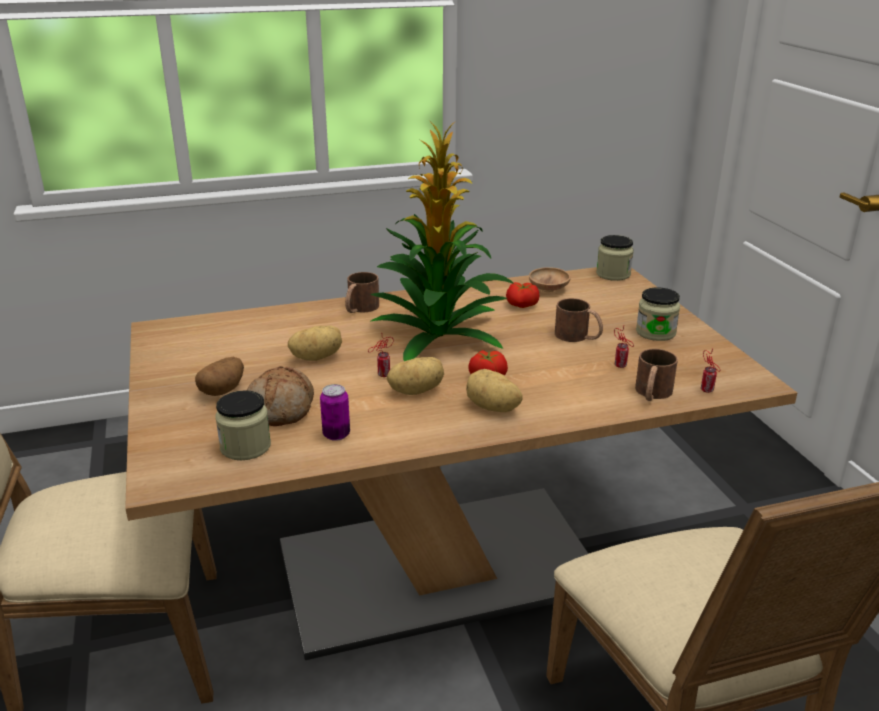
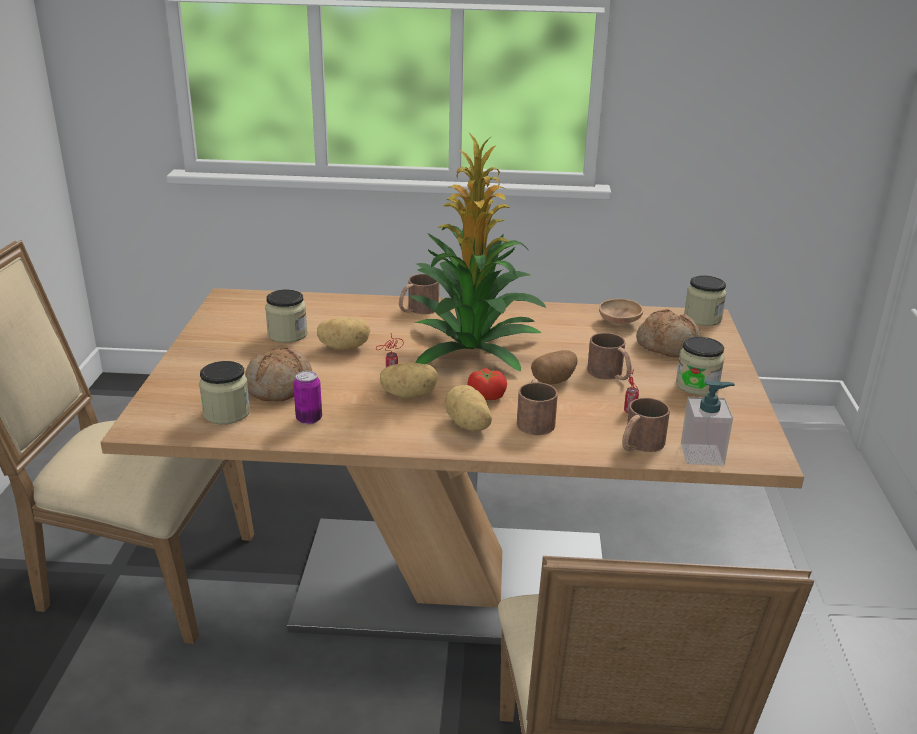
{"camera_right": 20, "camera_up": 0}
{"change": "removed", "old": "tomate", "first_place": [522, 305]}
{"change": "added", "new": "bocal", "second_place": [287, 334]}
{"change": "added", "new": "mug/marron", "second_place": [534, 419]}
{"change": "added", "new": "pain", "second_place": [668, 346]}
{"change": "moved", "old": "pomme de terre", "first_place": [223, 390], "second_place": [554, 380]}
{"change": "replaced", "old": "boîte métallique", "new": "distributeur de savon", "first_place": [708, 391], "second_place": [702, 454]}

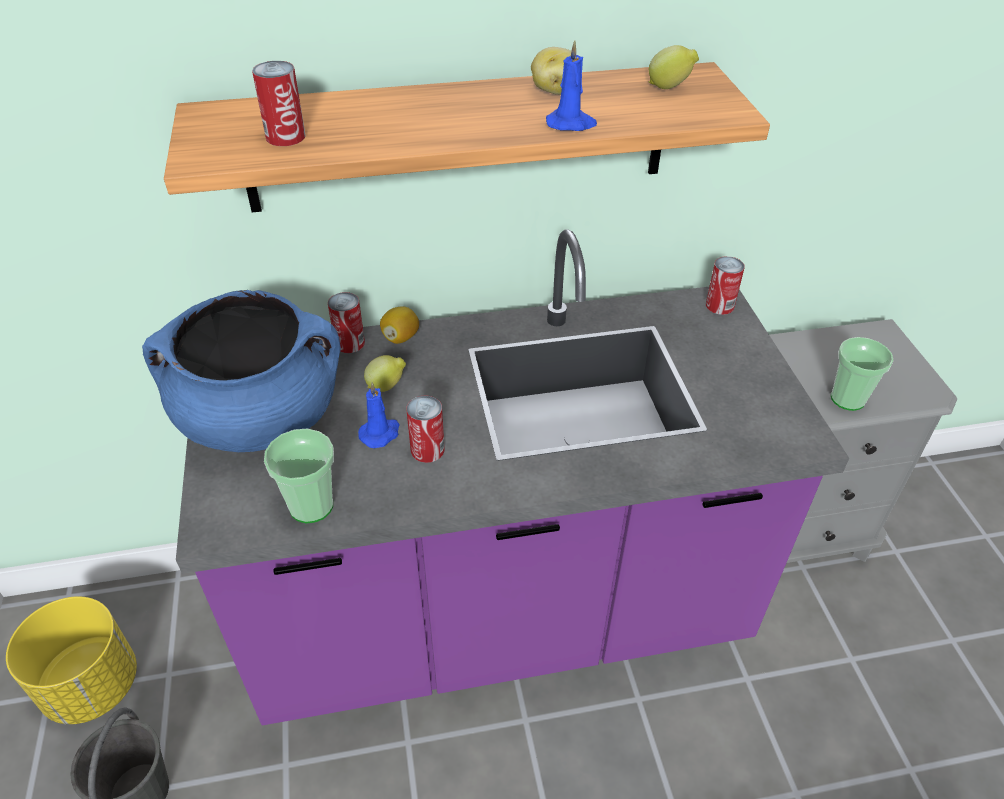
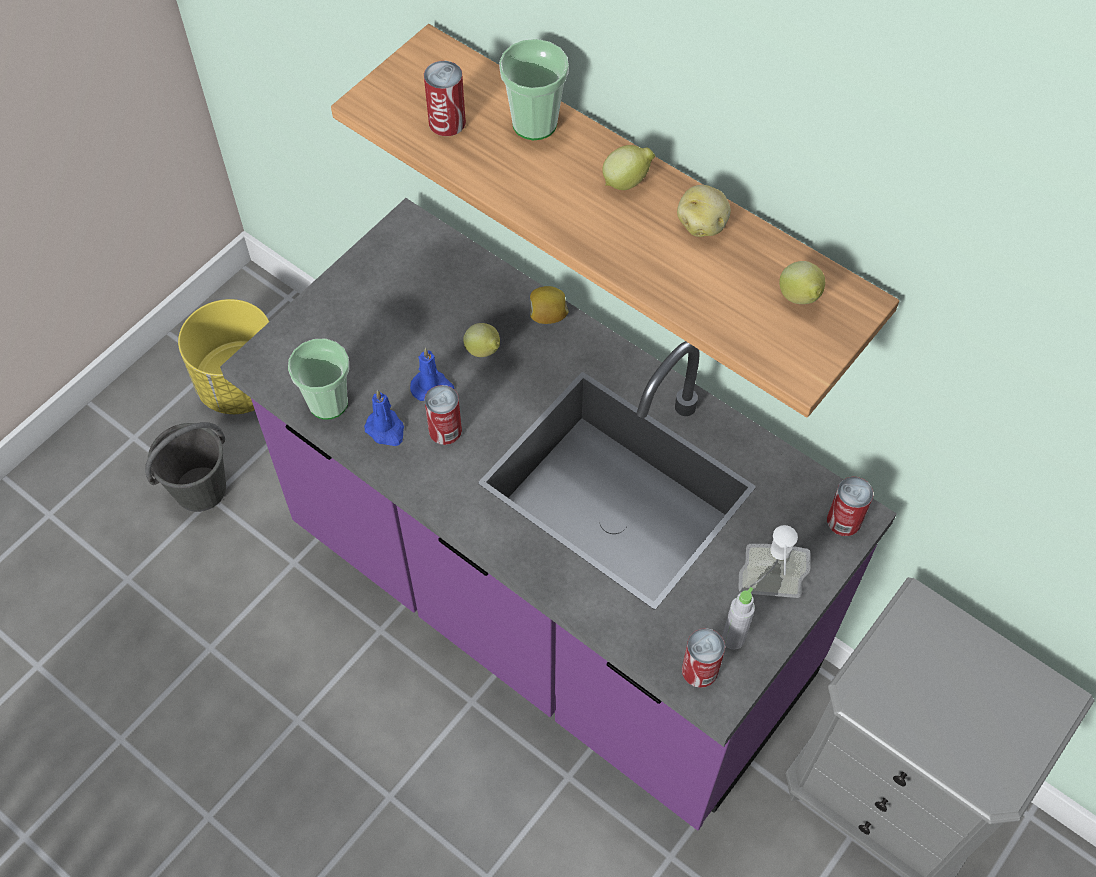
{"camera_right": 50, "camera_up": 15}
{"change": "removed", "old": "marmite/bleu", "first_place": [262, 417]}
{"change": "added", "new": "citron", "second_place": [627, 182]}
{"change": "added", "new": "bouteille/gris", "second_place": [733, 639]}
{"change": "added", "new": "distributeur de savon", "second_place": [769, 597]}
{"change": "moved", "old": "boîte métallique", "first_place": [349, 343], "second_place": [699, 670]}
{"change": "moved", "old": "bougie/bleu", "first_place": [571, 124], "second_place": [386, 430]}
{"change": "moved", "old": "tasse", "first_place": [847, 399], "second_place": [534, 123]}

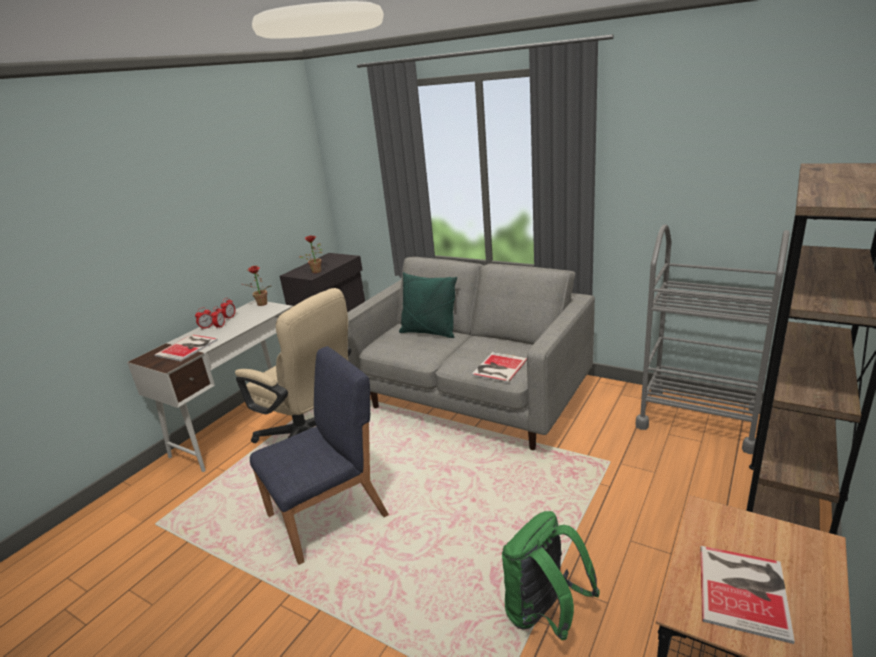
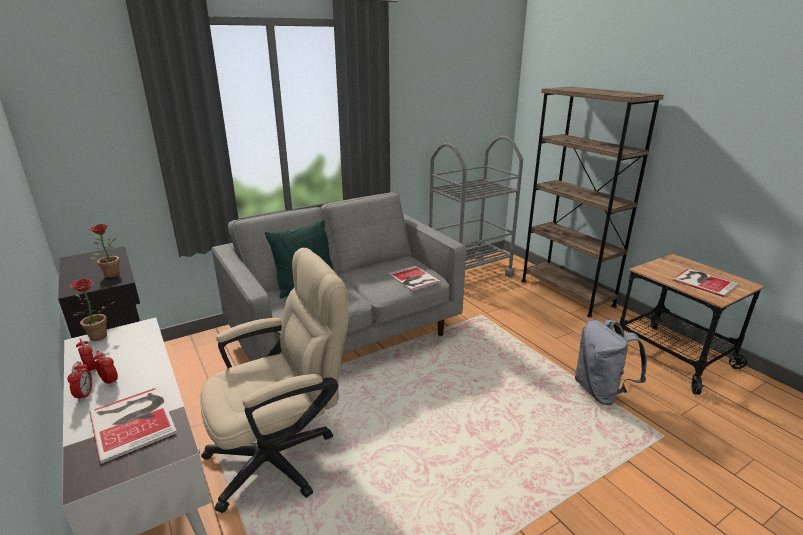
{"camera_right": -65, "camera_up": 0}
{"change": "removed", "old": "chaise/bleu", "first_place": [329, 515]}
{"change": "recoloured", "old": "sac à dos/vert", "new": "sac à dos/gris", "first_place": [544, 614], "second_place": [601, 391]}

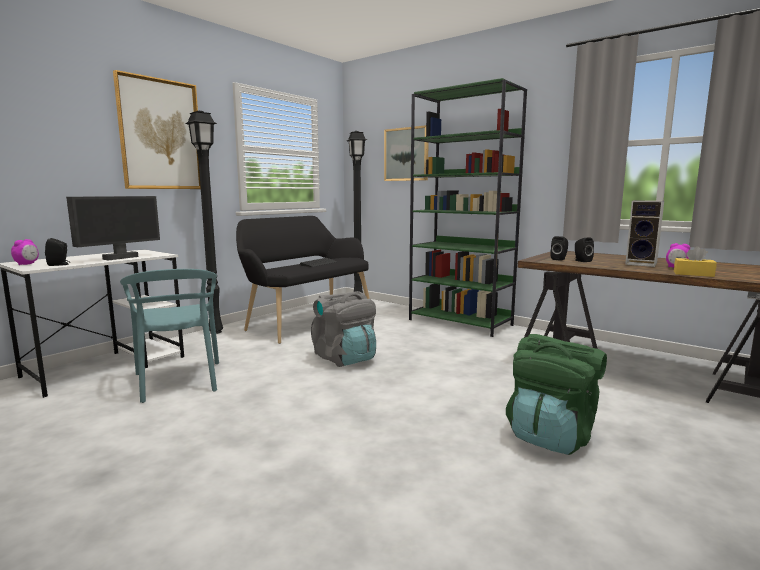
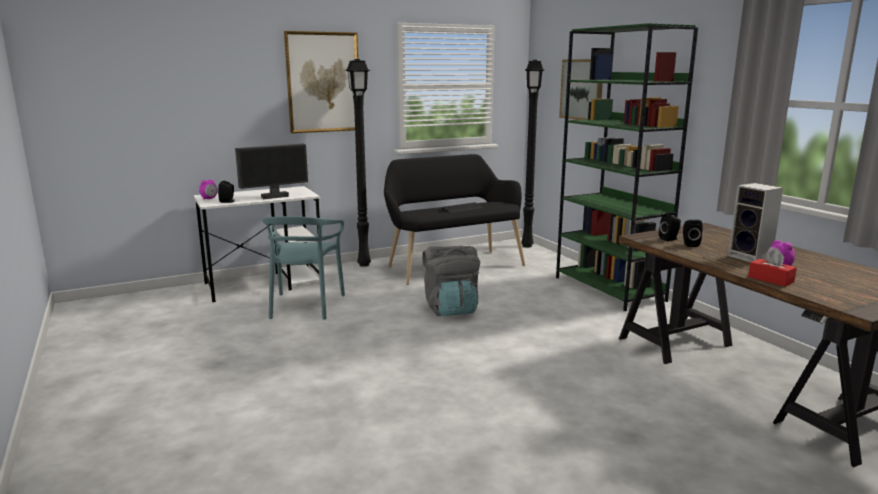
{"camera_right": 25, "camera_up": 5}
{"change": "removed", "old": "sac à dos/vert", "first_place": [551, 435]}
{"change": "recoloured", "old": "boîte à mouchoirs/jaune", "new": "boîte à mouchoirs/rouge", "first_place": [693, 274], "second_place": [770, 279]}

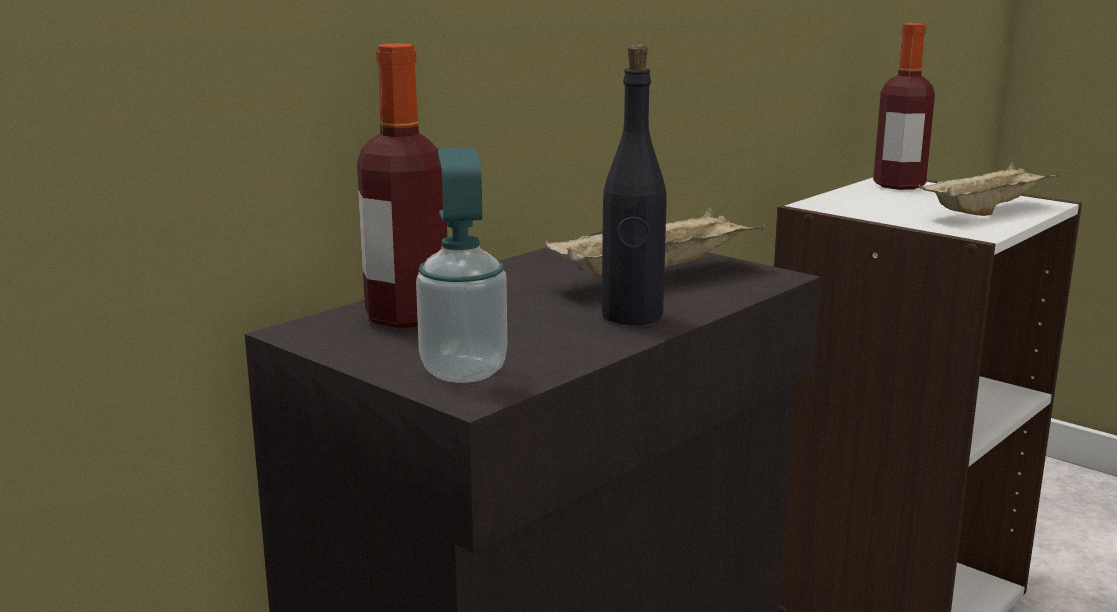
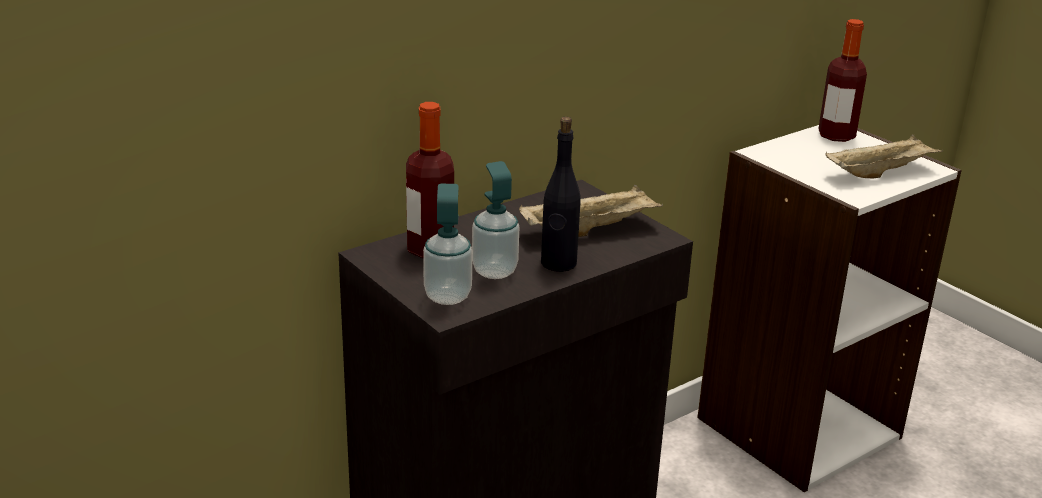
{"camera_right": 10, "camera_up": 10}
{"change": "added", "new": "distributeur de savon", "second_place": [494, 271]}

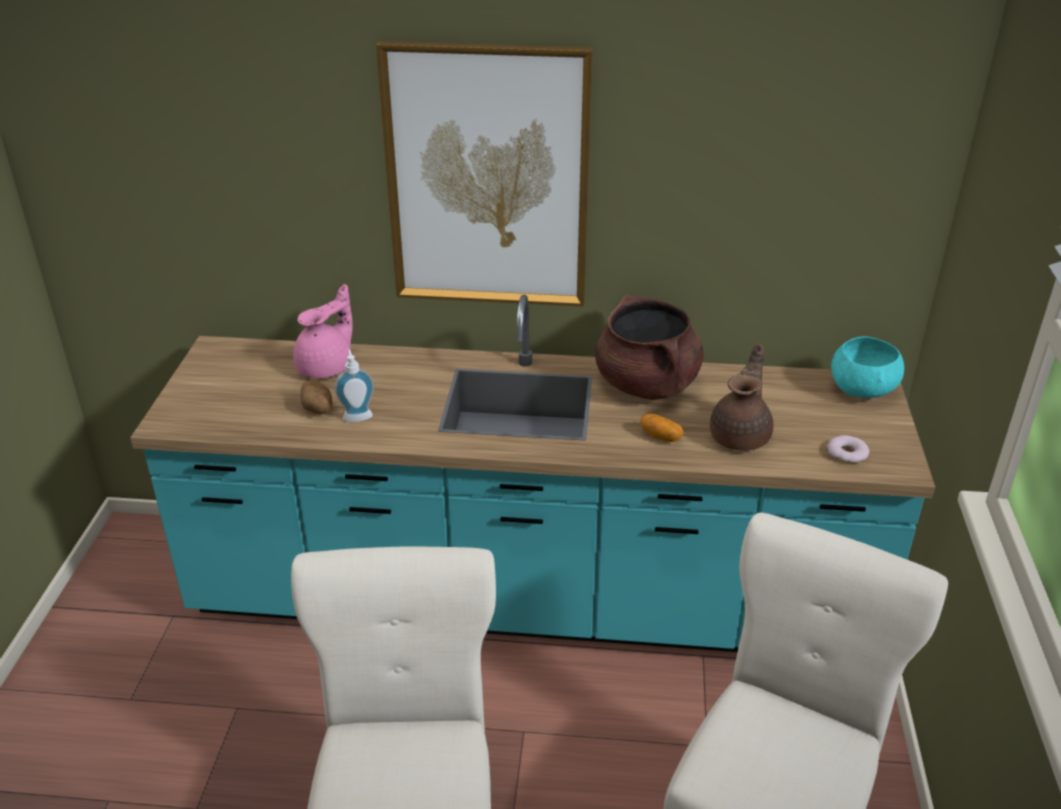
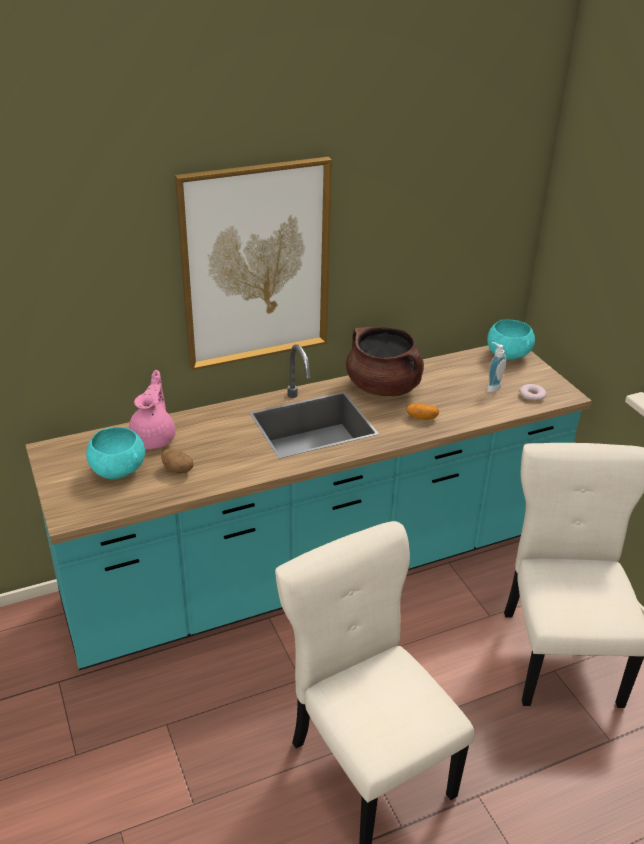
{"camera_right": -30, "camera_up": 0}
{"change": "removed", "old": "théière/marron", "first_place": [741, 436]}
{"change": "added", "new": "bol/turquoise", "second_place": [119, 471]}
{"change": "moved", "old": "distributeur de savon", "first_place": [357, 415], "second_place": [492, 387]}

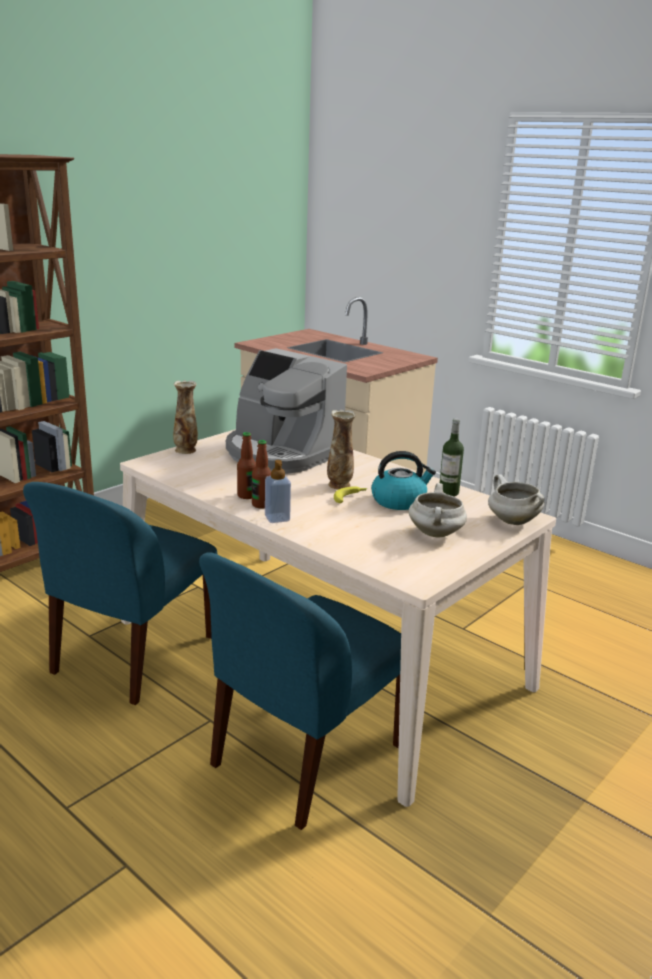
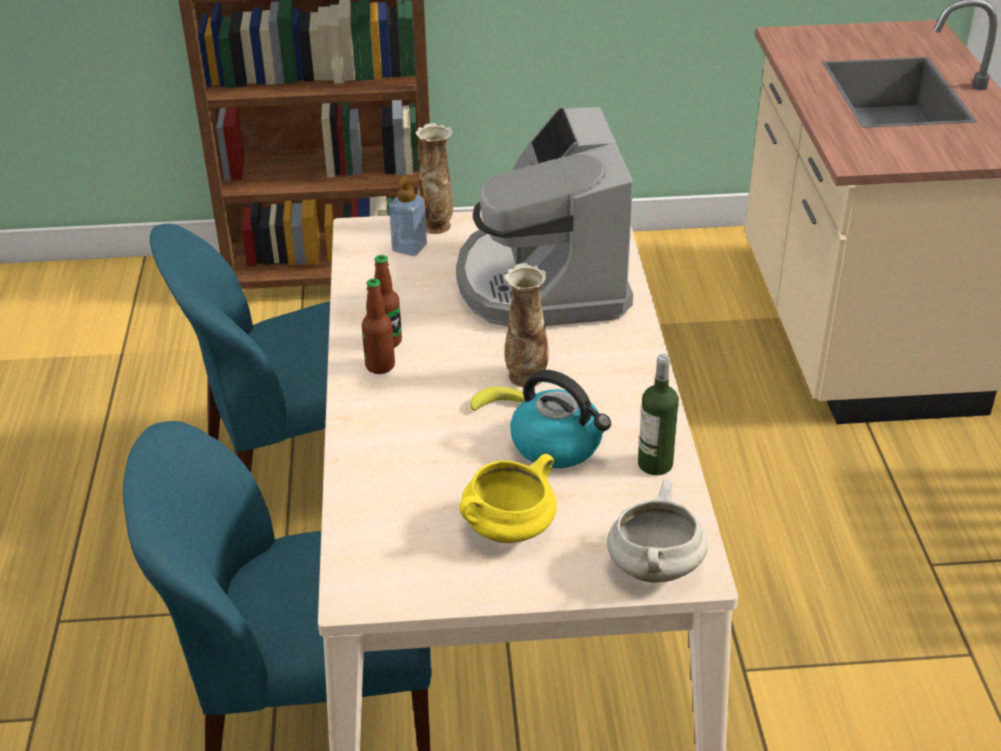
{"camera_right": 45, "camera_up": 15}
{"change": "moved", "old": "distributeur de savon", "first_place": [277, 518], "second_place": [409, 248]}
{"change": "recoloured", "old": "marmite/blanc", "new": "marmite/jaune", "first_place": [436, 534], "second_place": [508, 530]}

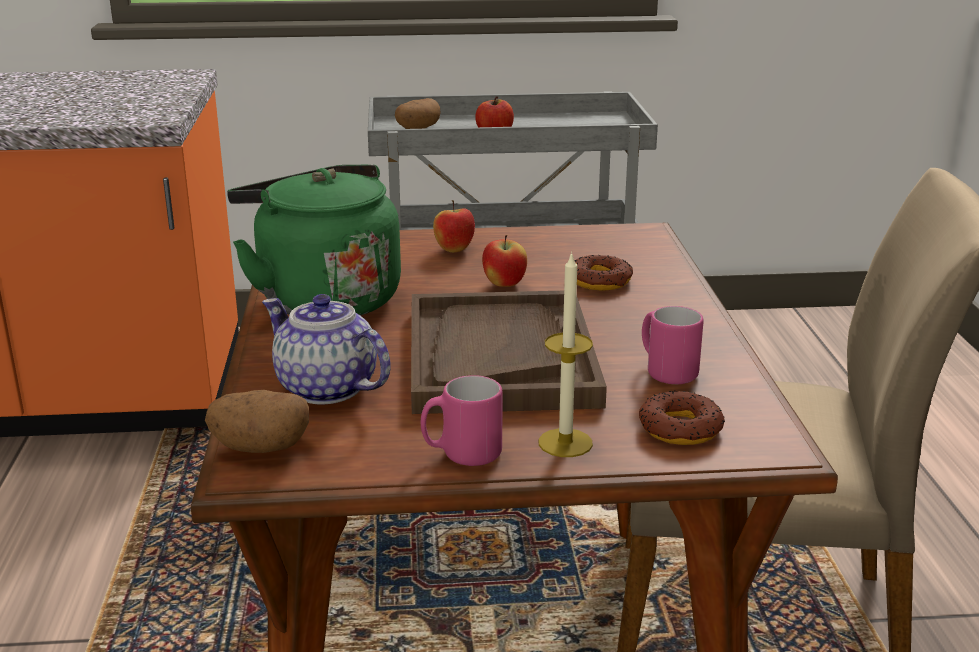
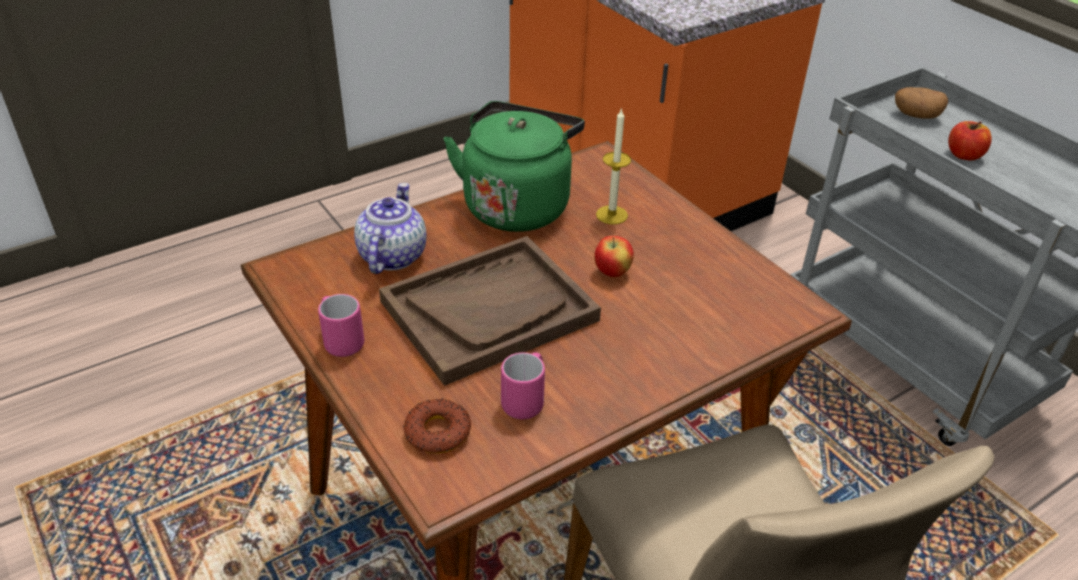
{"camera_right": 60, "camera_up": 15}
{"change": "removed", "old": "pomme de terre", "first_place": [260, 448]}
{"change": "removed", "old": "pomme", "first_place": [454, 250]}
{"change": "removed", "old": "beignet", "first_place": [600, 281]}
{"change": "moved", "old": "bougie", "first_place": [565, 443], "second_place": [611, 215]}

